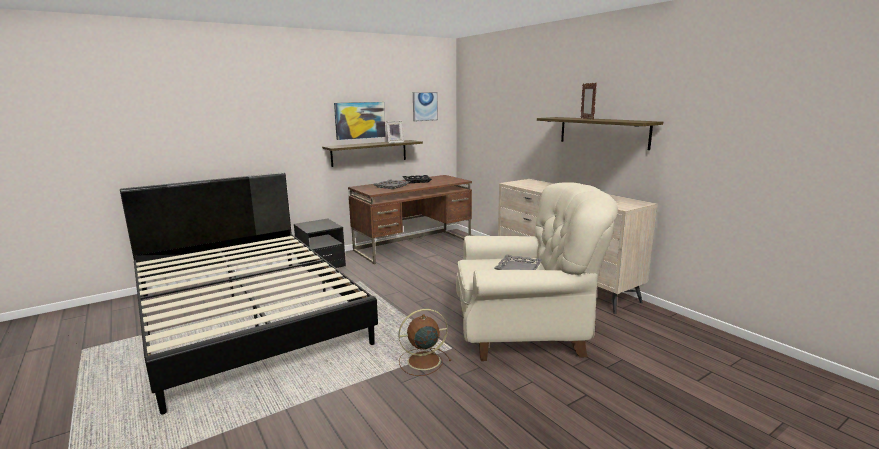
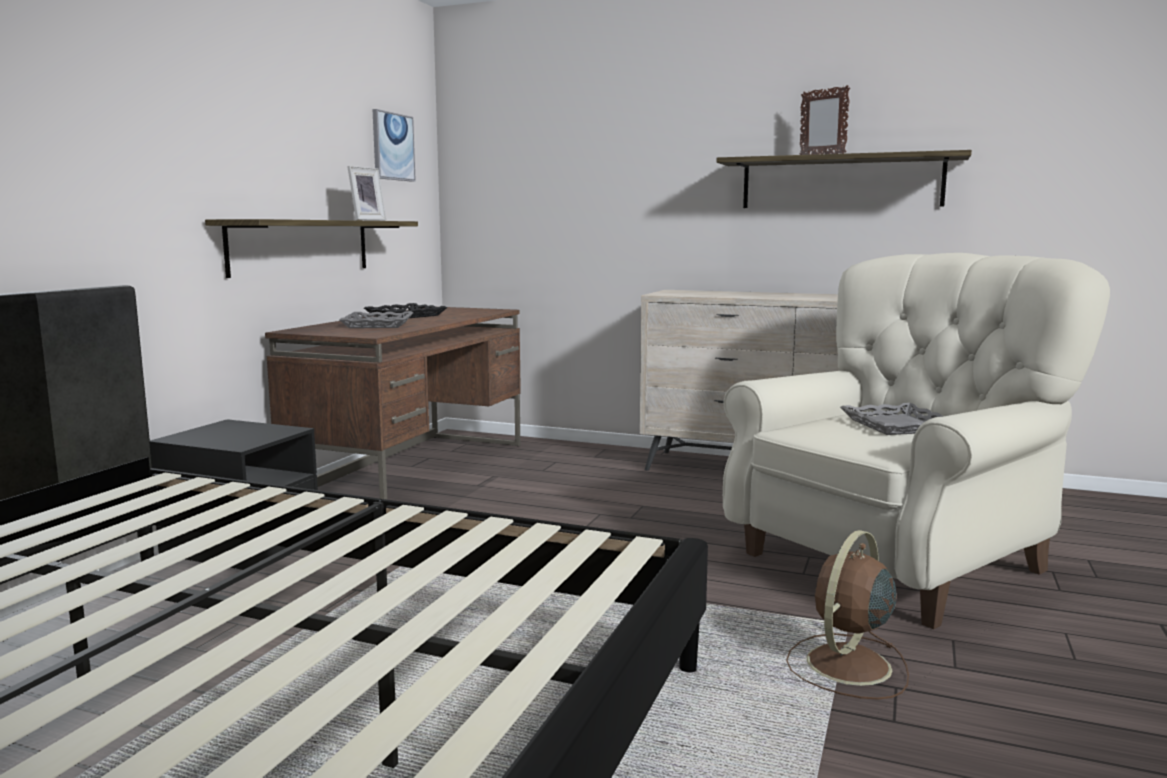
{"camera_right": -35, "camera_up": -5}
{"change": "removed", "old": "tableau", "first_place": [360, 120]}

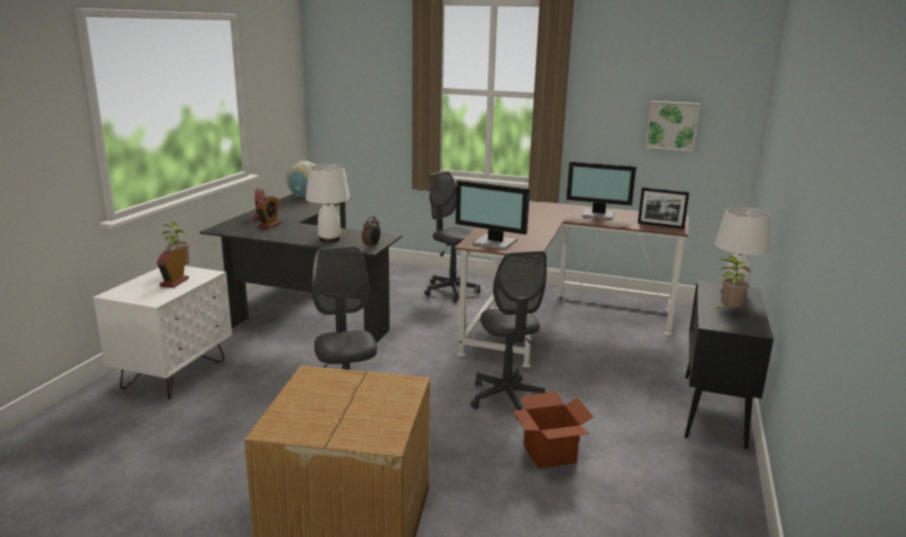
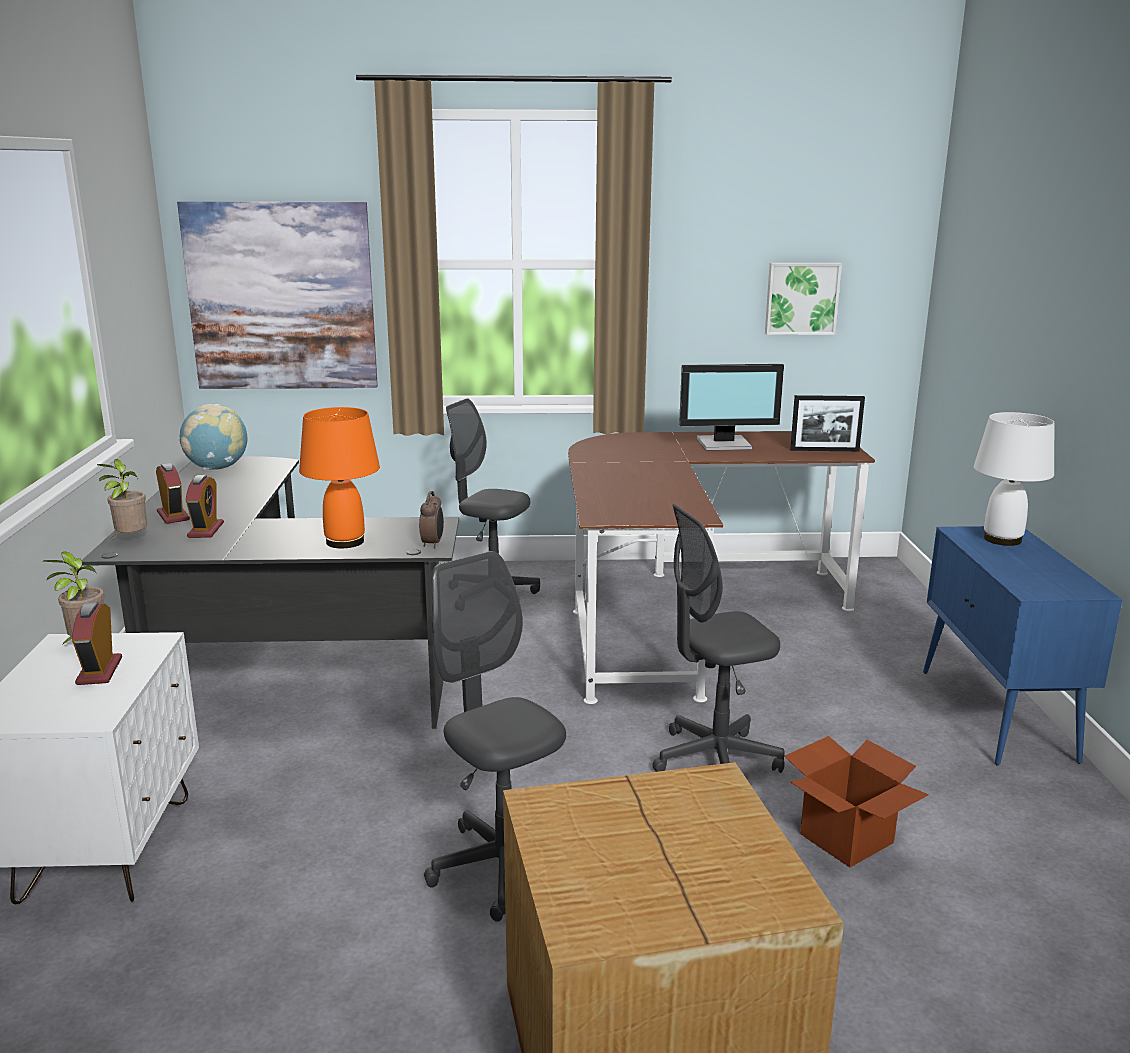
{"camera_right": -20, "camera_up": 0}
{"change": "removed", "old": "écran d'ordinateur", "first_place": [495, 243]}
{"change": "added", "new": "tableau", "second_place": [281, 297]}
{"change": "moved", "old": "plante en pot", "first_place": [728, 311], "second_place": [130, 539]}
{"change": "recoloured", "old": "lampe de table/blanc", "new": "lampe de table/orange", "first_place": [329, 239], "second_place": [344, 542]}
{"change": "recoloured", "old": "meuble de rangement/noir", "new": "meuble de rangement/bleu", "first_place": [713, 411], "second_place": [997, 715]}
{"change": "turned", "old": "chaise de bureau/gris", "first_place": [507, 398], "second_place": [715, 761], "degrees": 105}

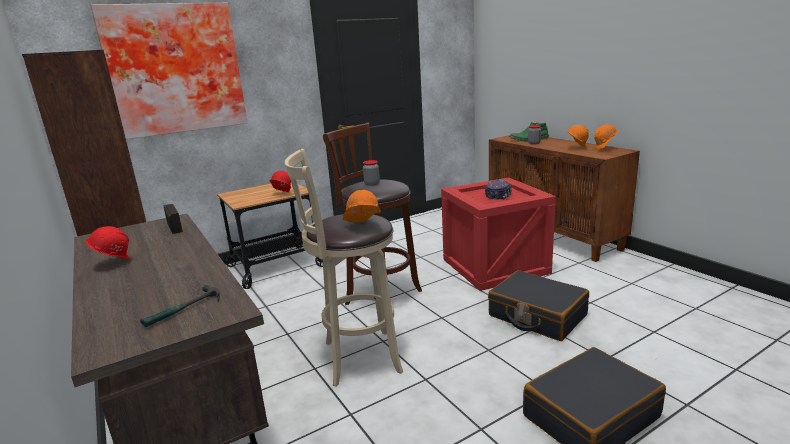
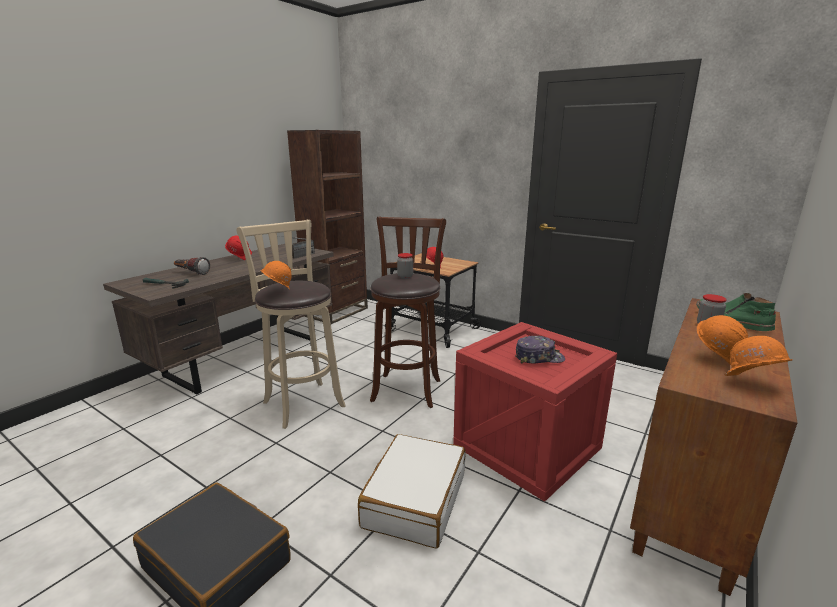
{"camera_right": 65, "camera_up": 0}
{"change": "removed", "old": "tableau", "first_place": [175, 69]}
{"change": "added", "new": "lampe de poche", "second_place": [191, 273]}
{"change": "recoloured", "old": "valise/noir", "new": "valise/blanc", "first_place": [537, 316], "second_place": [414, 500]}

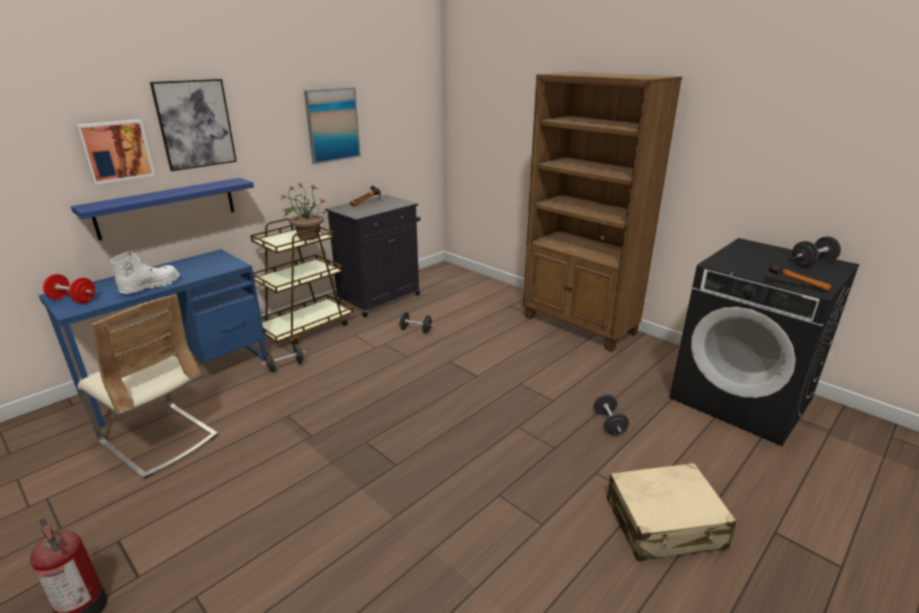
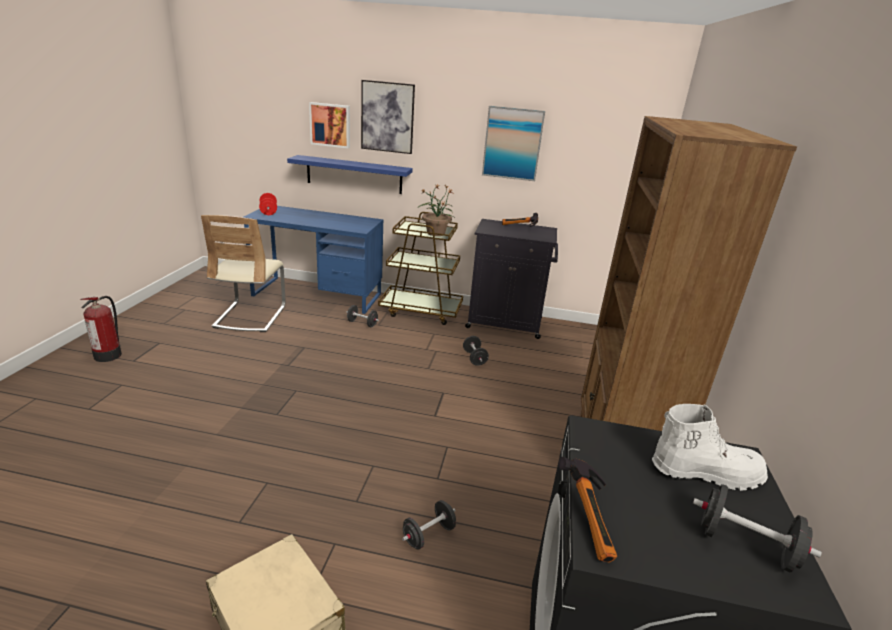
{"camera_right": 55, "camera_up": 0}
{"change": "moved", "old": "botte/blanc", "first_place": [150, 286], "second_place": [704, 472]}

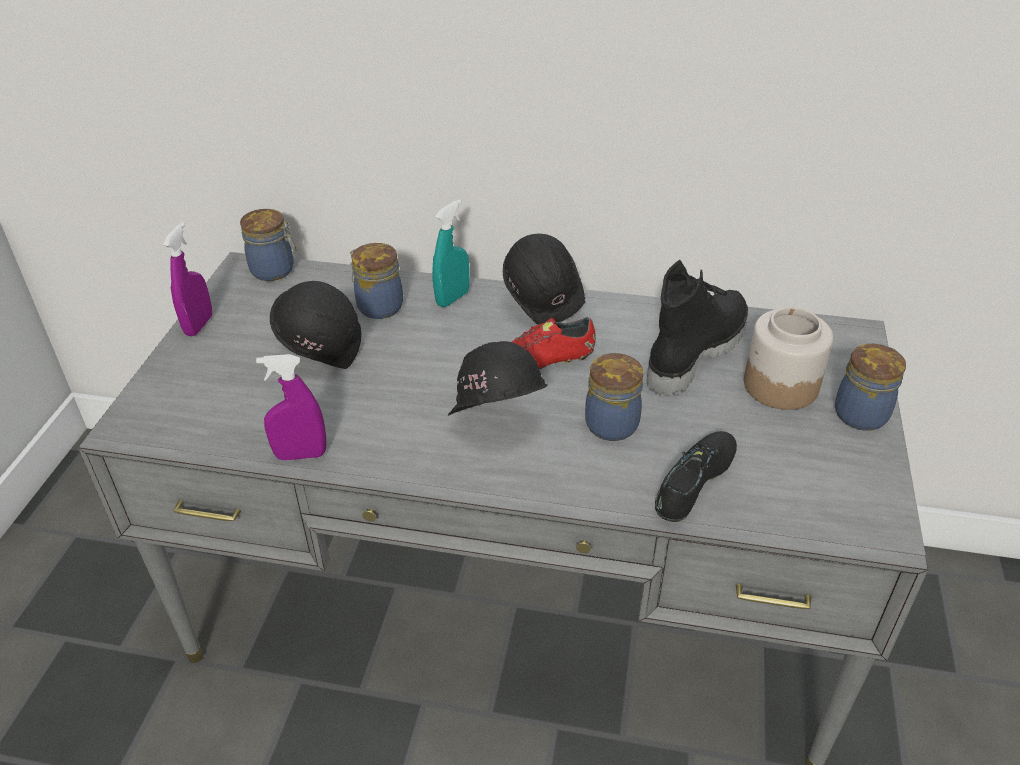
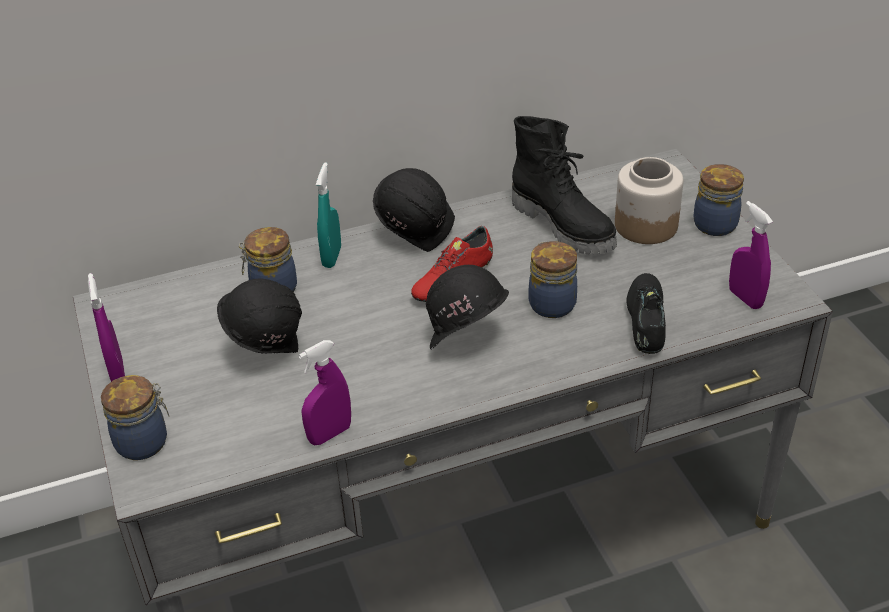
{"camera_right": -30, "camera_up": 0}
{"change": "added", "new": "vaporisateur/violet", "second_place": [745, 298]}
{"change": "moved", "old": "bocal", "first_place": [274, 270], "second_place": [144, 442]}
{"change": "turned", "old": "botte/noir", "first_place": [694, 352], "second_place": [564, 225], "degrees": 135}

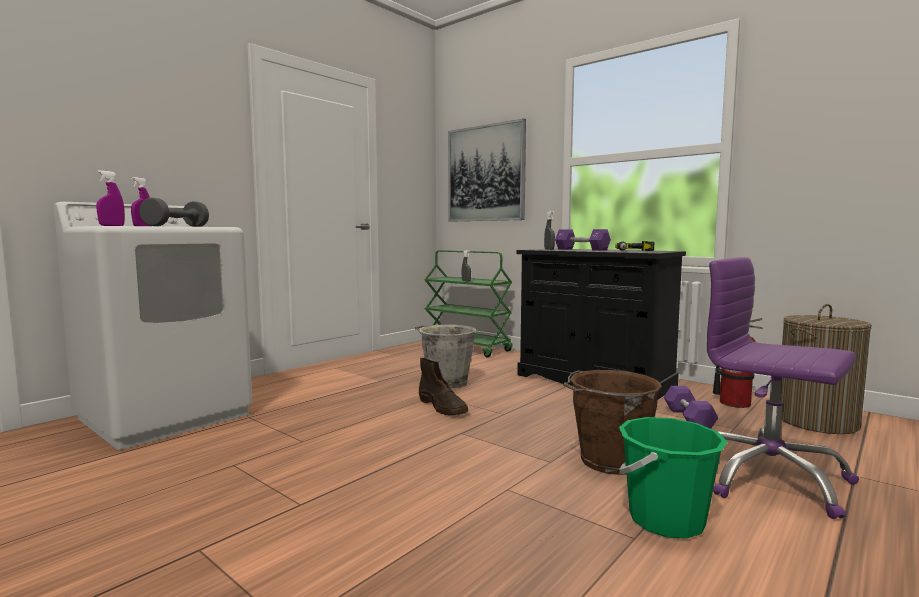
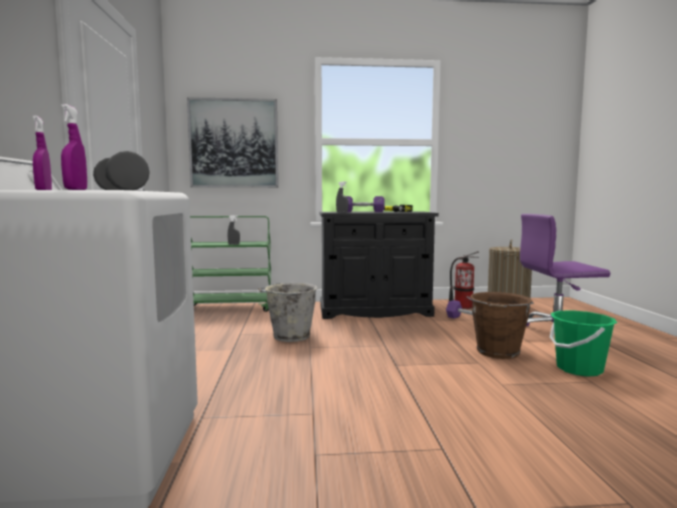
{"camera_right": -45, "camera_up": 0}
{"change": "removed", "old": "botte/marron", "first_place": [443, 407]}

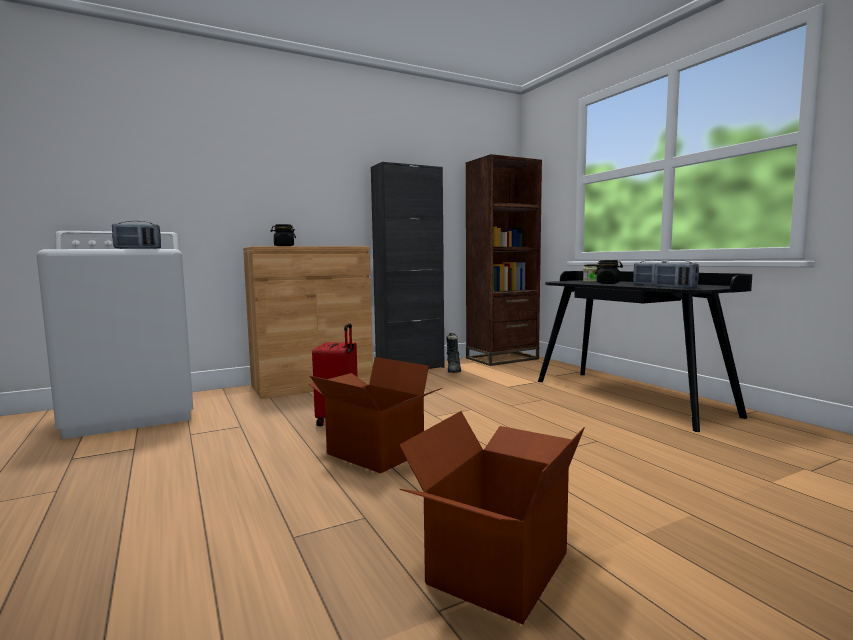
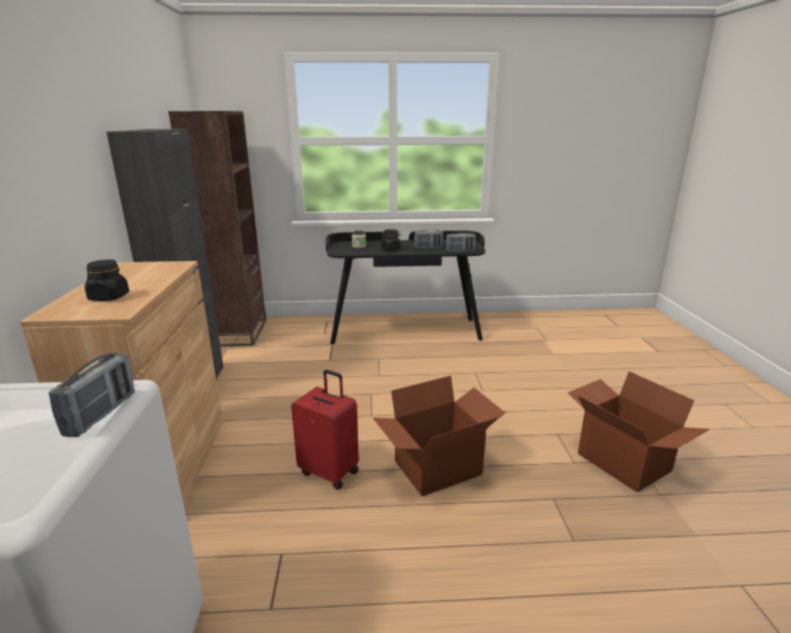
{"camera_right": -65, "camera_up": 15}
{"change": "removed", "old": "botte/noir", "first_place": [454, 370]}

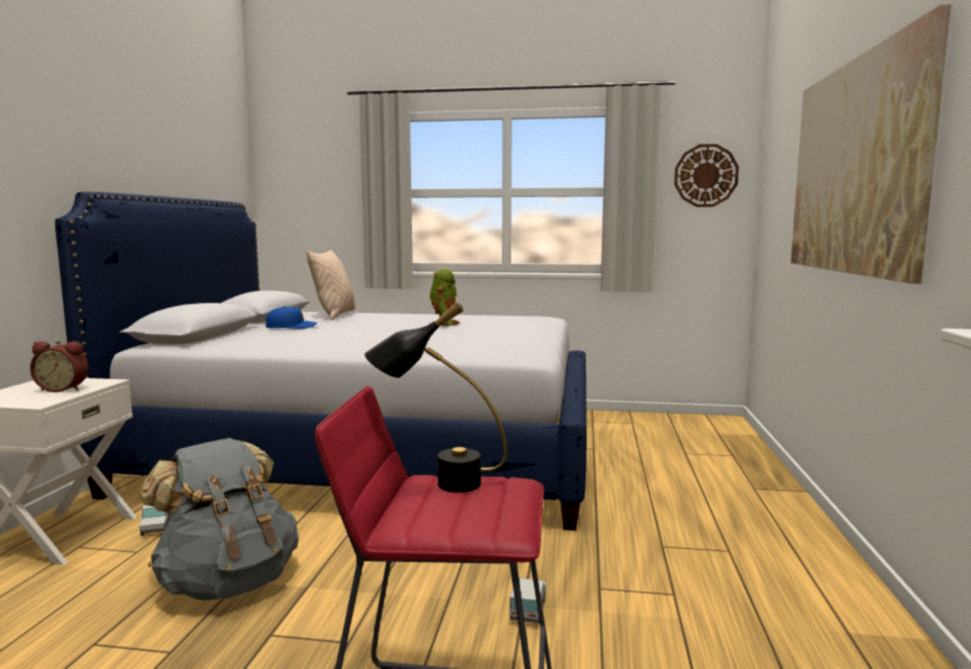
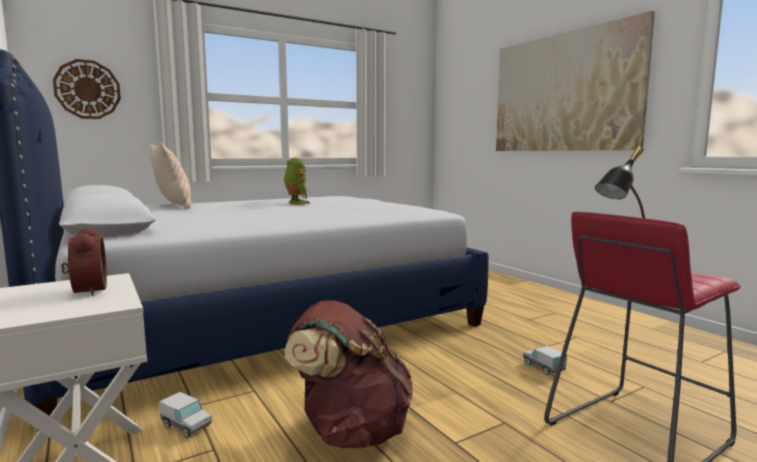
{"camera_right": -40, "camera_up": 0}
{"change": "removed", "old": "casquette/bleu", "first_place": [291, 327]}
{"change": "moved", "old": "horloge murale", "first_place": [706, 175], "second_place": [87, 89]}
{"change": "recoloured", "old": "sac à dos/gris", "new": "sac à dos/marron", "first_place": [228, 582], "second_place": [350, 431]}
{"change": "turned", "old": "réveil", "first_place": [63, 389], "second_place": [86, 291], "degrees": -75}

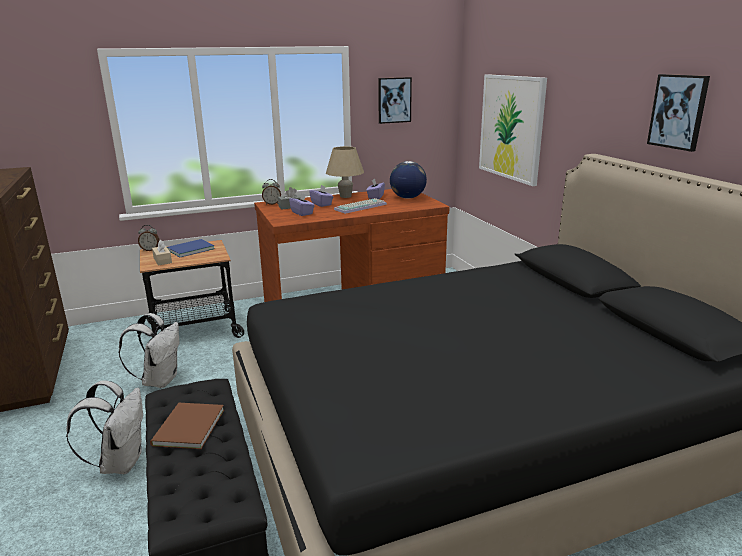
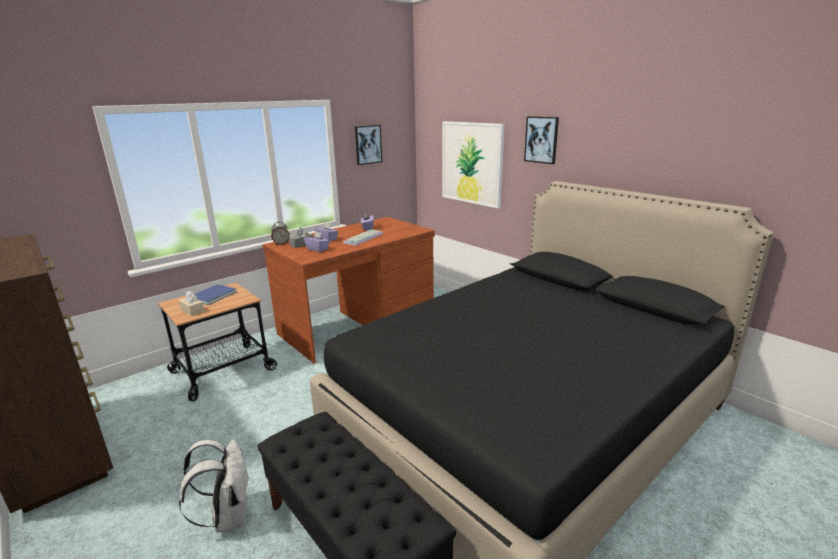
{"camera_right": -20, "camera_up": 0}
{"change": "removed", "old": "sac à dos/blanc", "first_place": [160, 380]}
{"change": "removed", "old": "réveil", "first_place": [150, 250]}
{"change": "removed", "old": "livre/marron", "first_place": [186, 428]}
{"change": "removed", "old": "lampe de table/beige", "first_place": [345, 196]}
{"change": "removed", "old": "globe", "first_place": [407, 198]}
{"change": "moved", "old": "tableau", "first_place": [678, 111], "second_place": [541, 139]}

